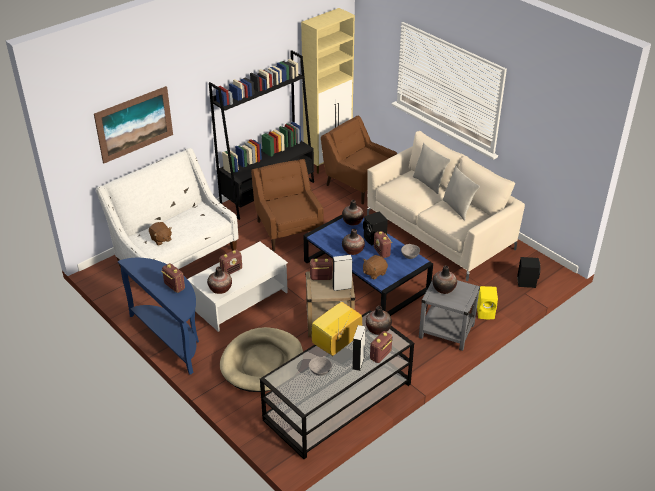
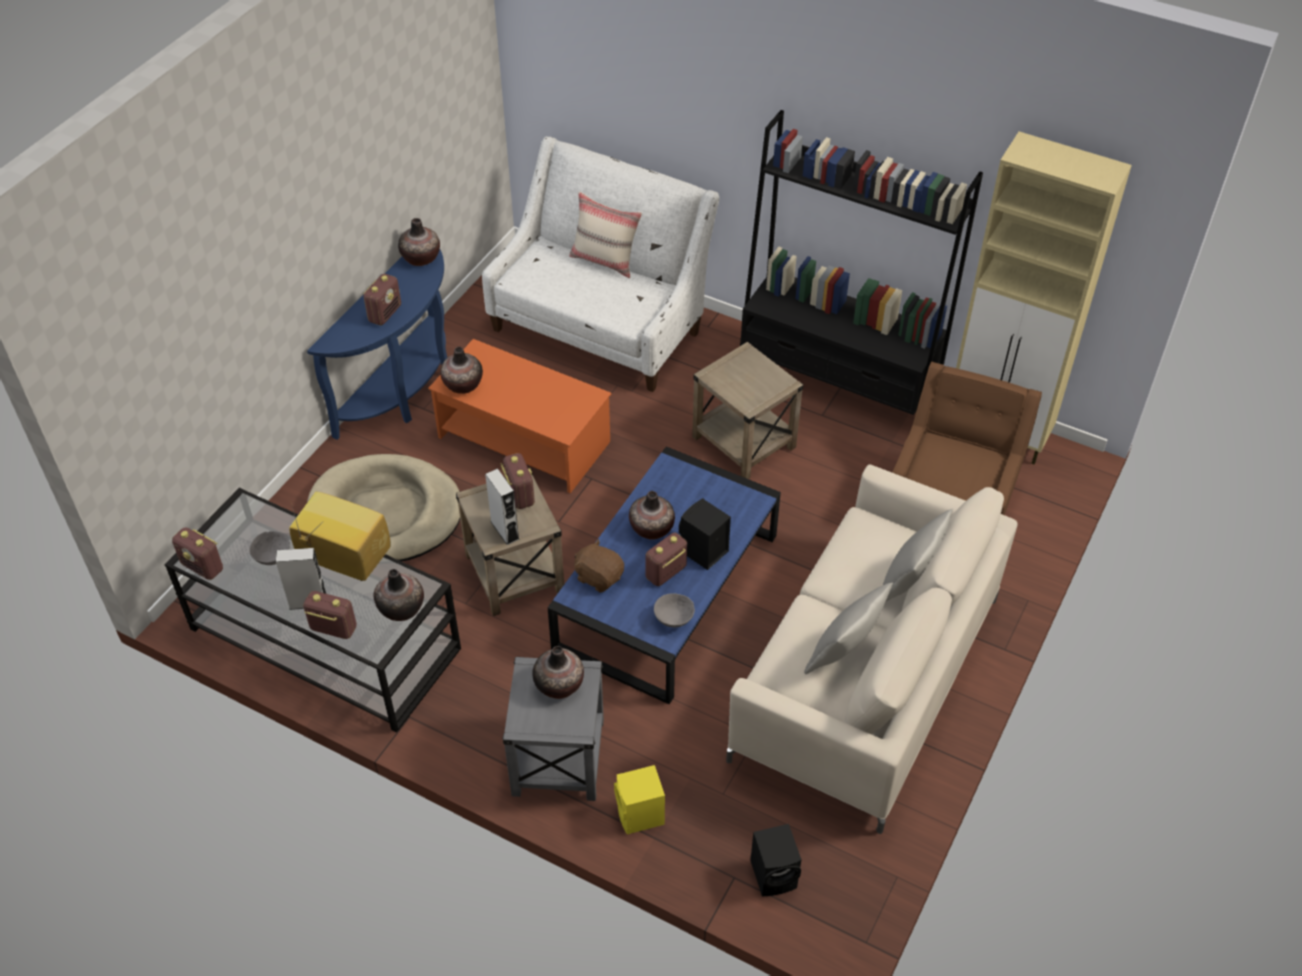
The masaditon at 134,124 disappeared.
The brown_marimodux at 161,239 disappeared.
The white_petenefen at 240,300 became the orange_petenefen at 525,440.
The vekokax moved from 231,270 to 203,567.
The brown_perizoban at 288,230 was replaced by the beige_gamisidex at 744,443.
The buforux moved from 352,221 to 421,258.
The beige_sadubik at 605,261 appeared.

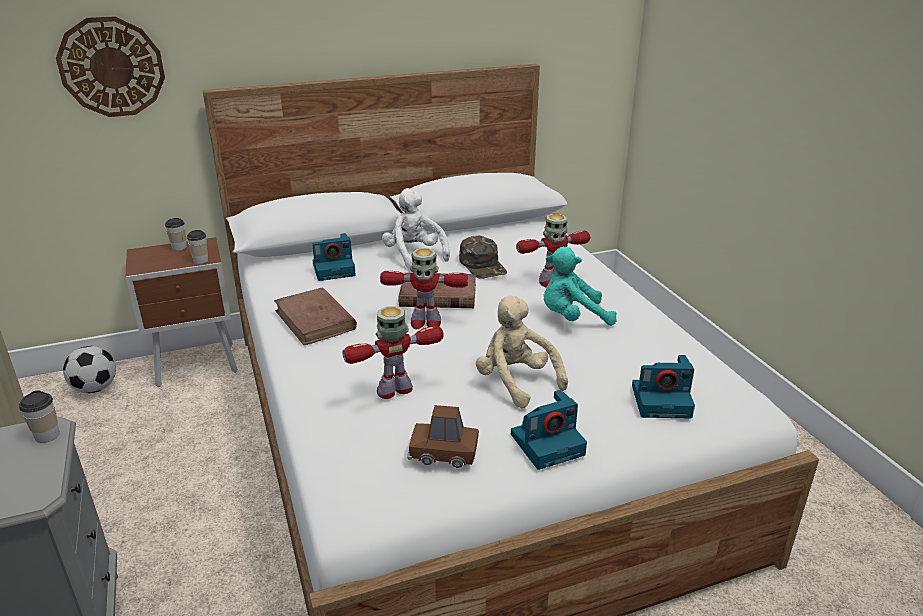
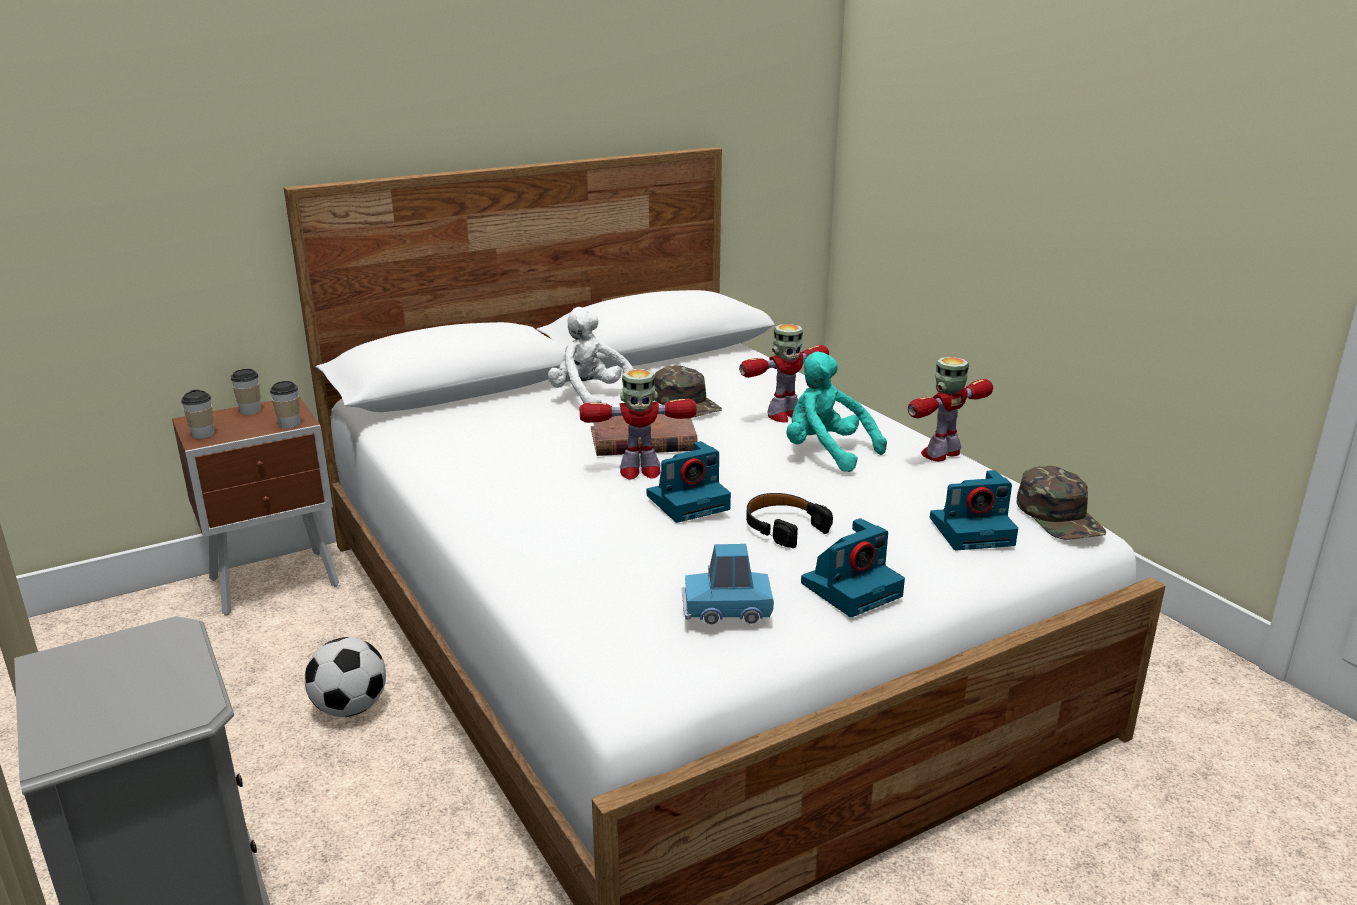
The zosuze moved from 47,436 to 203,435.
The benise at 112,67 disappeared.
The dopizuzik moved from 95,388 to 350,708.
The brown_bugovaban at 315,320 disappeared.
The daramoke moved from 335,269 to 689,501.
The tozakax moved from 395,390 to 942,454.
The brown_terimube at 443,452 became the blue_terimube at 726,609.
The beige_marimodux at 516,382 was replaced by the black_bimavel at 783,527.
The turquoise_marimodux at 572,318 turned 60 degrees clockwise.
The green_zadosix at 1060,516 appeared.

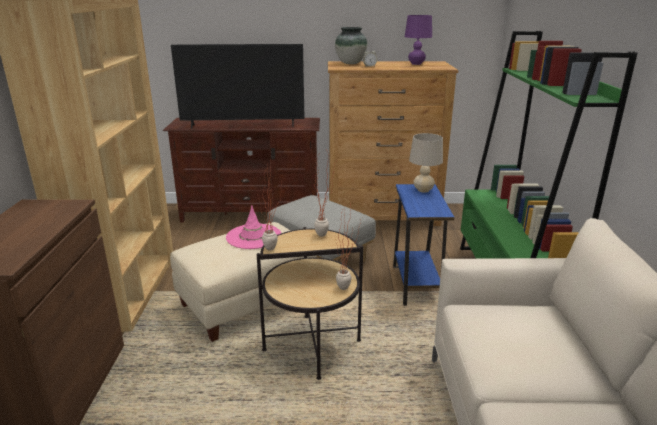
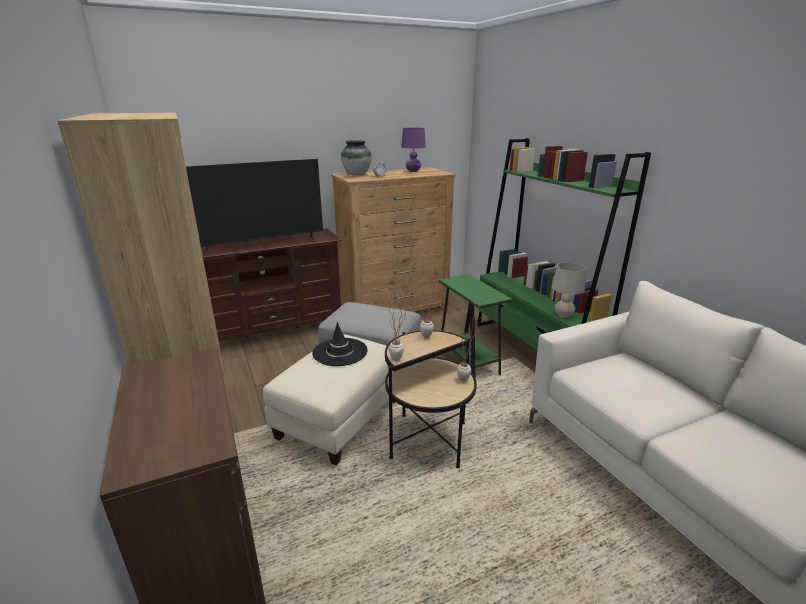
The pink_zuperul at 253,236 became the black_zuperul at 340,352.
The blue_gamisidex at 415,284 became the green_gamisidex at 468,363.
The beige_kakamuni moved from 423,190 to 563,315.

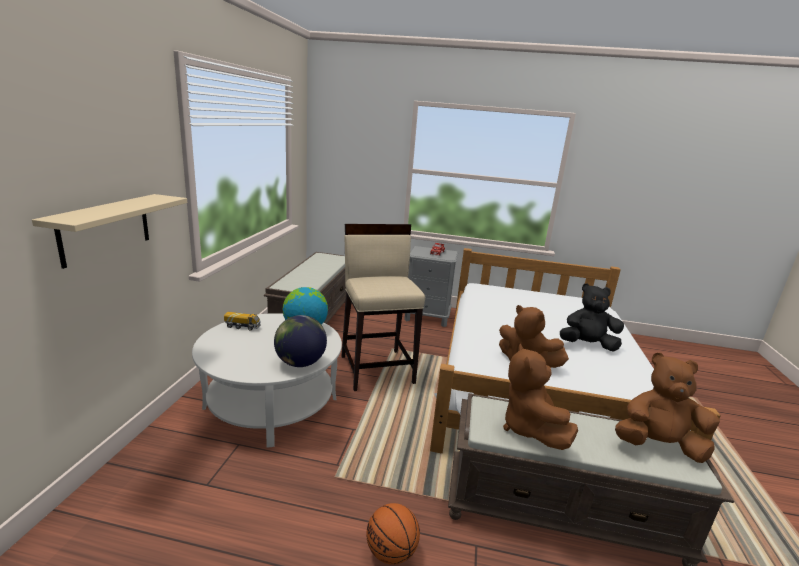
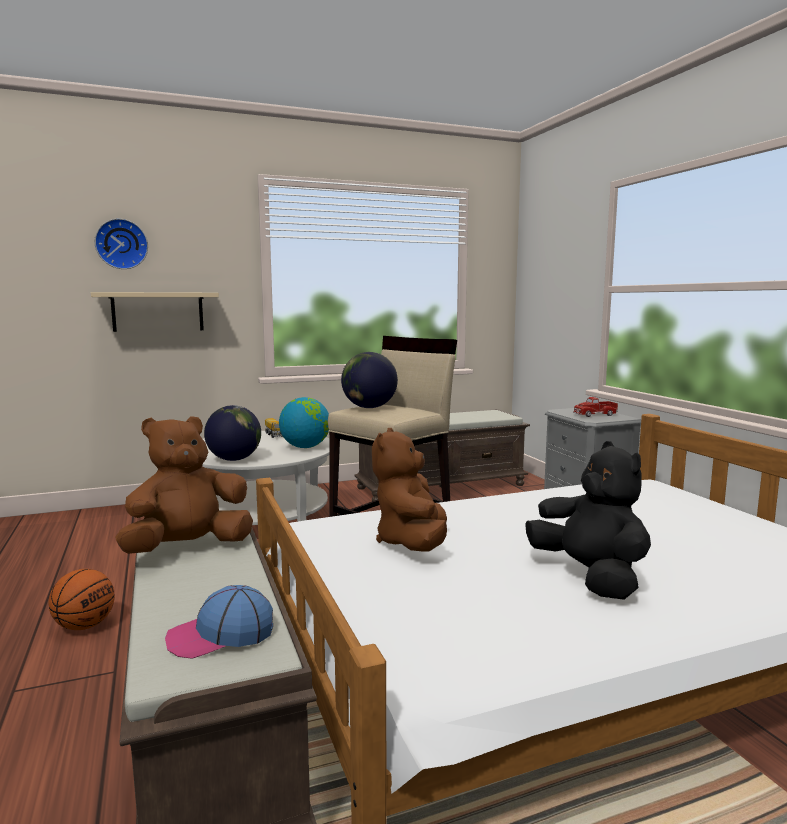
The brown_marimodux at 657,446 was replaced by the zadosix at 220,635.
The benise at 122,244 appeared.
The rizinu at 369,407 appeared.

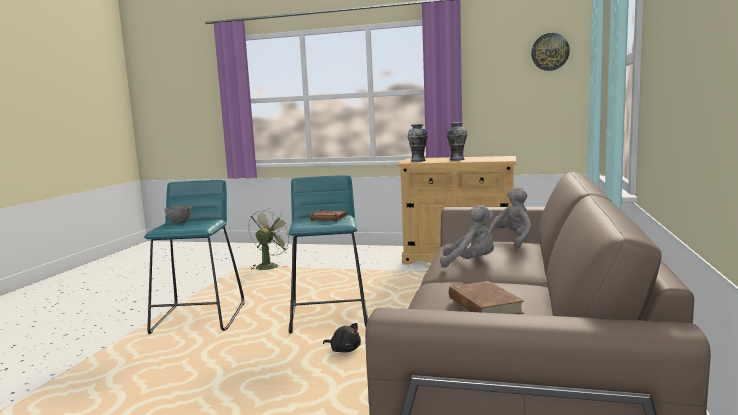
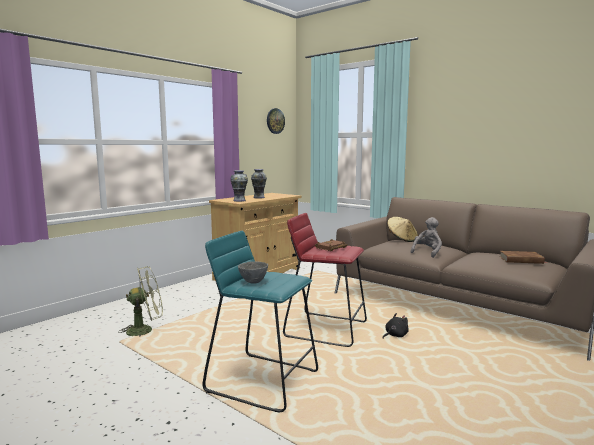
The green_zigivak at 269,266 turned 105 degrees clockwise.
The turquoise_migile at 329,316 became the red_migile at 326,329.
The grey_marimodux at 512,241 was replaced by the beige_zuperul at 402,239.

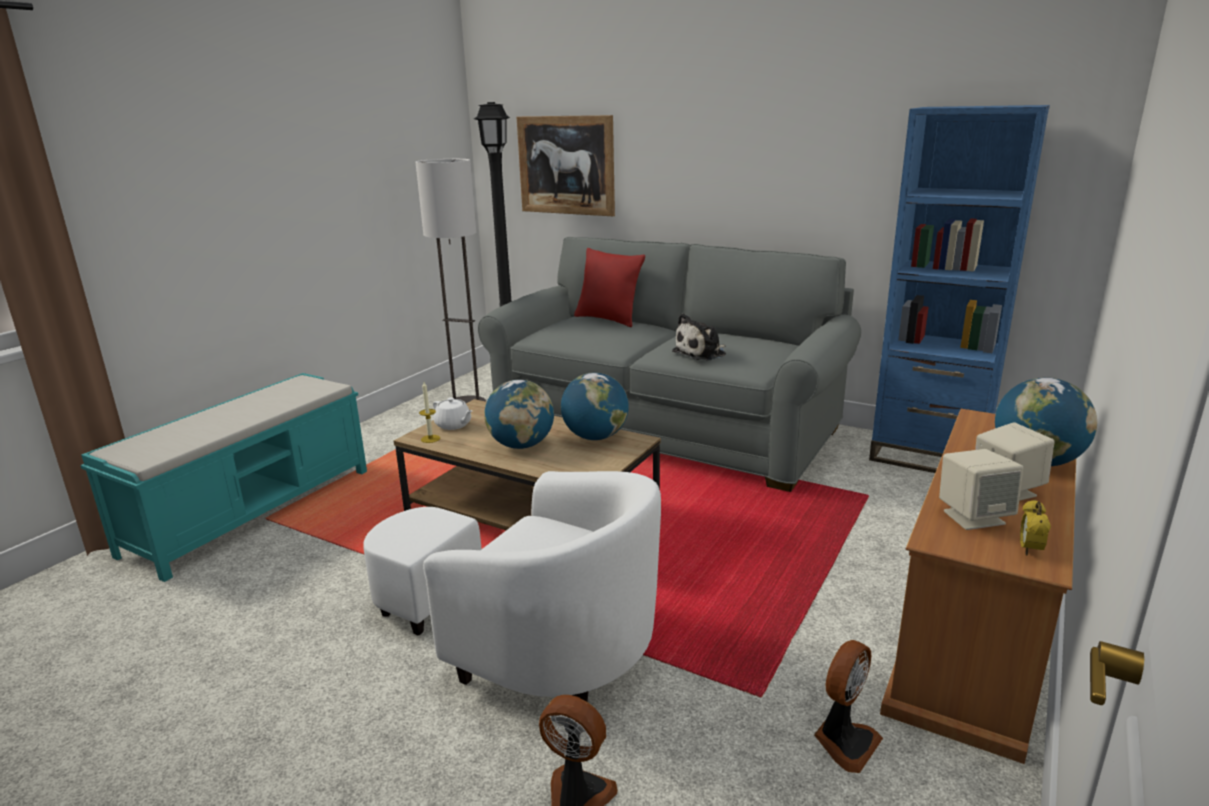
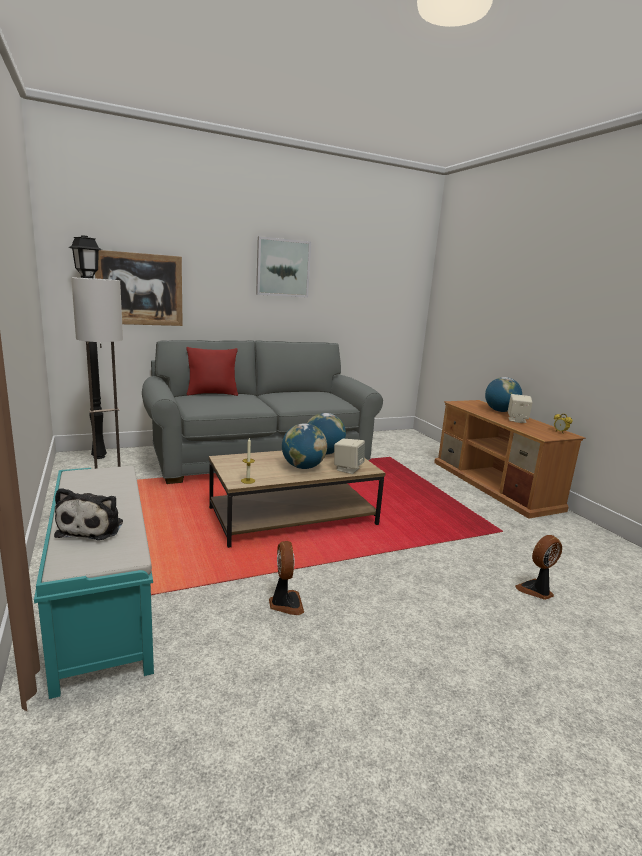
The white_perizoban at 526,642 disappeared.
The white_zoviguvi at 453,425 disappeared.
The marimodux moved from 702,353 to 93,527.
The zigivak moved from 844,741 to 285,603.
The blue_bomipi at 929,457 disappeared.
The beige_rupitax moved from 973,517 to 347,469.
The masaditon at 283,268 appeared.

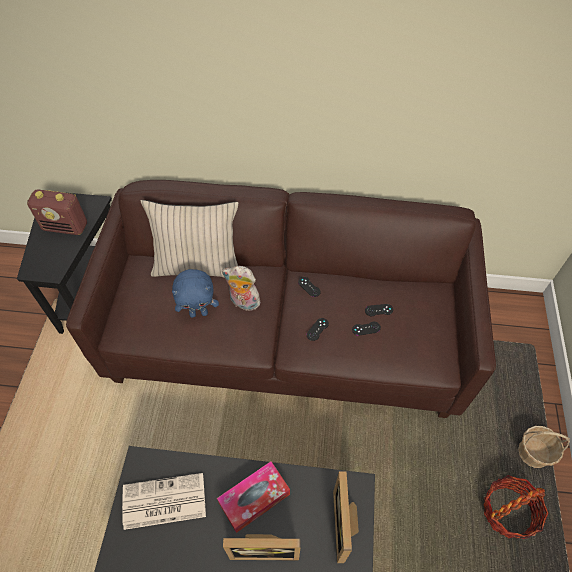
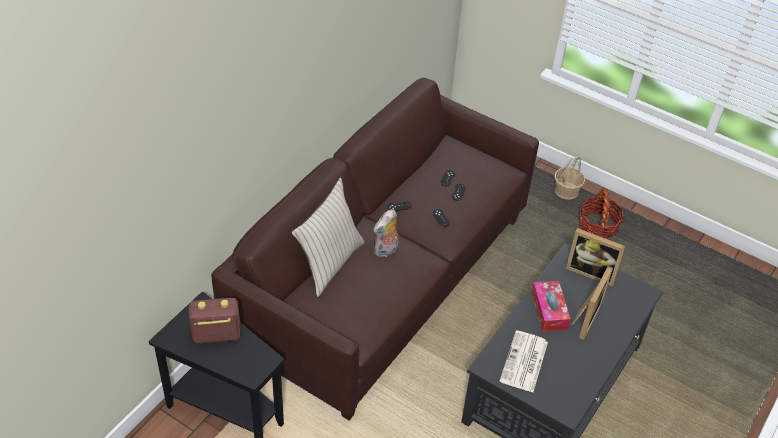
The vekokax at 66,227 turned 135 degrees counterclockwise.
The blue_marimodux at 199,313 disappeared.

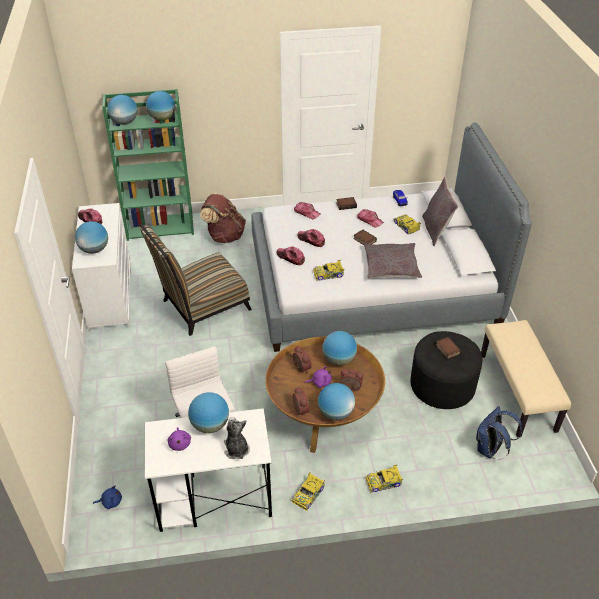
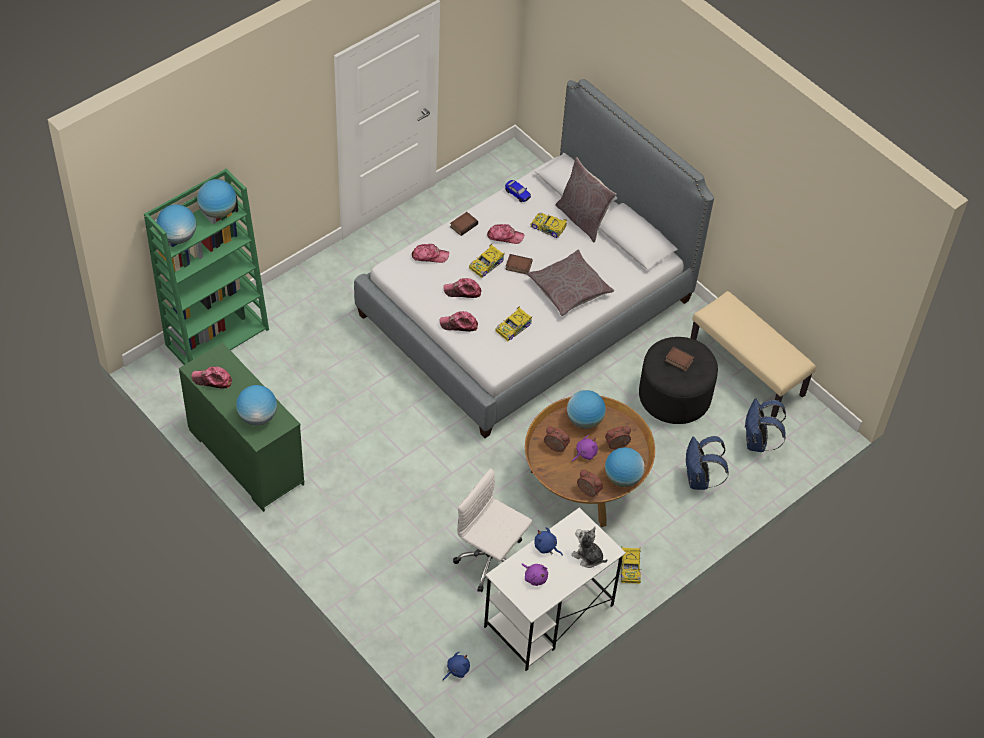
The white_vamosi at 110,296 became the green_vamosi at 245,457.
The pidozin at 201,307 disappeared.
The rizinu at 210,425 was replaced by the blue_marimodux at 546,547.
The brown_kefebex at 224,236 disappeared.
The terimube moved from 384,482 to 487,264.
The blue_kefebex at 699,480 appeared.

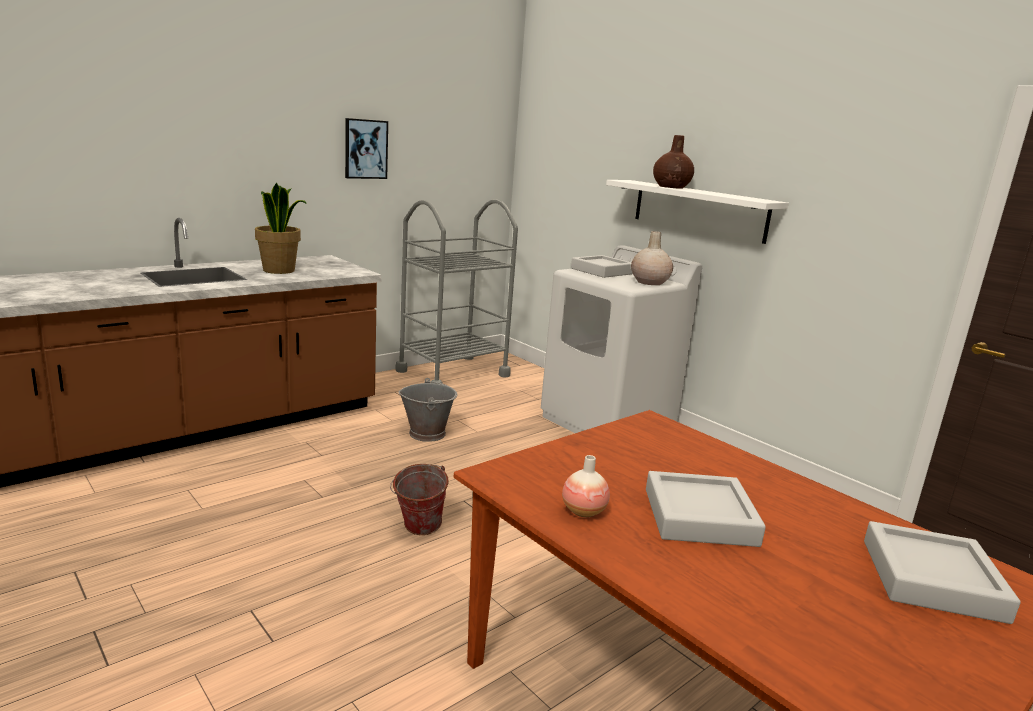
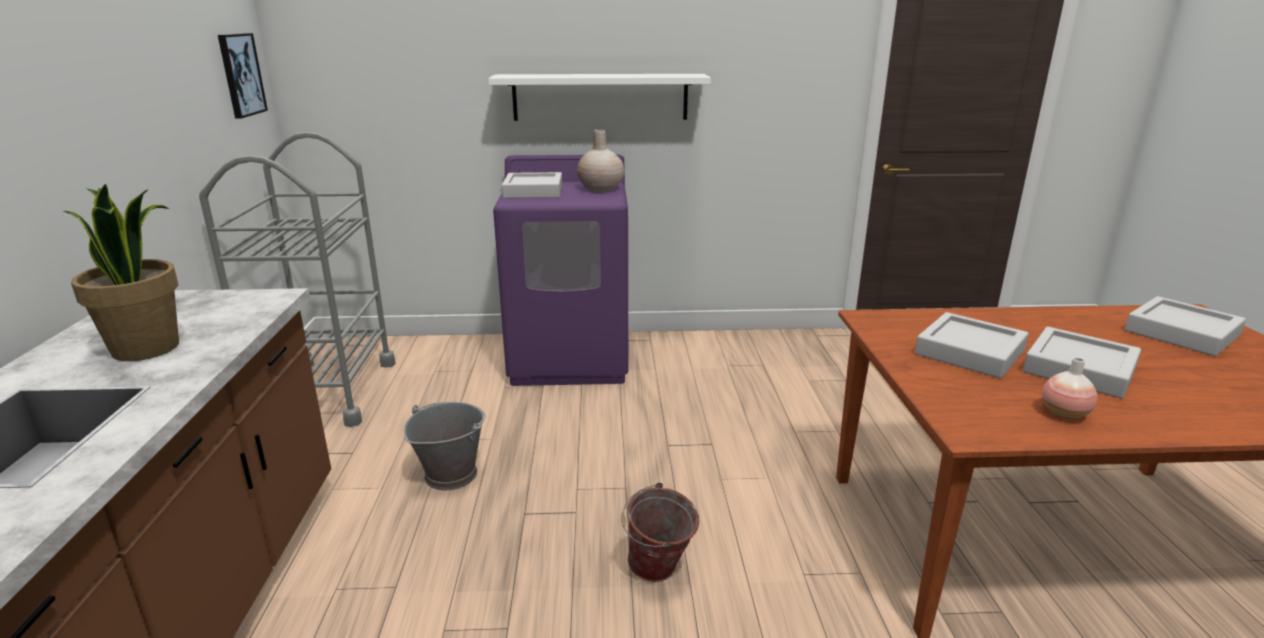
The masaditon moved from 365,149 to 241,75.
The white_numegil at 608,422 became the purple_numegil at 570,358.
The brown_buforux at 671,187 disappeared.
The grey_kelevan at 969,352 appeared.

